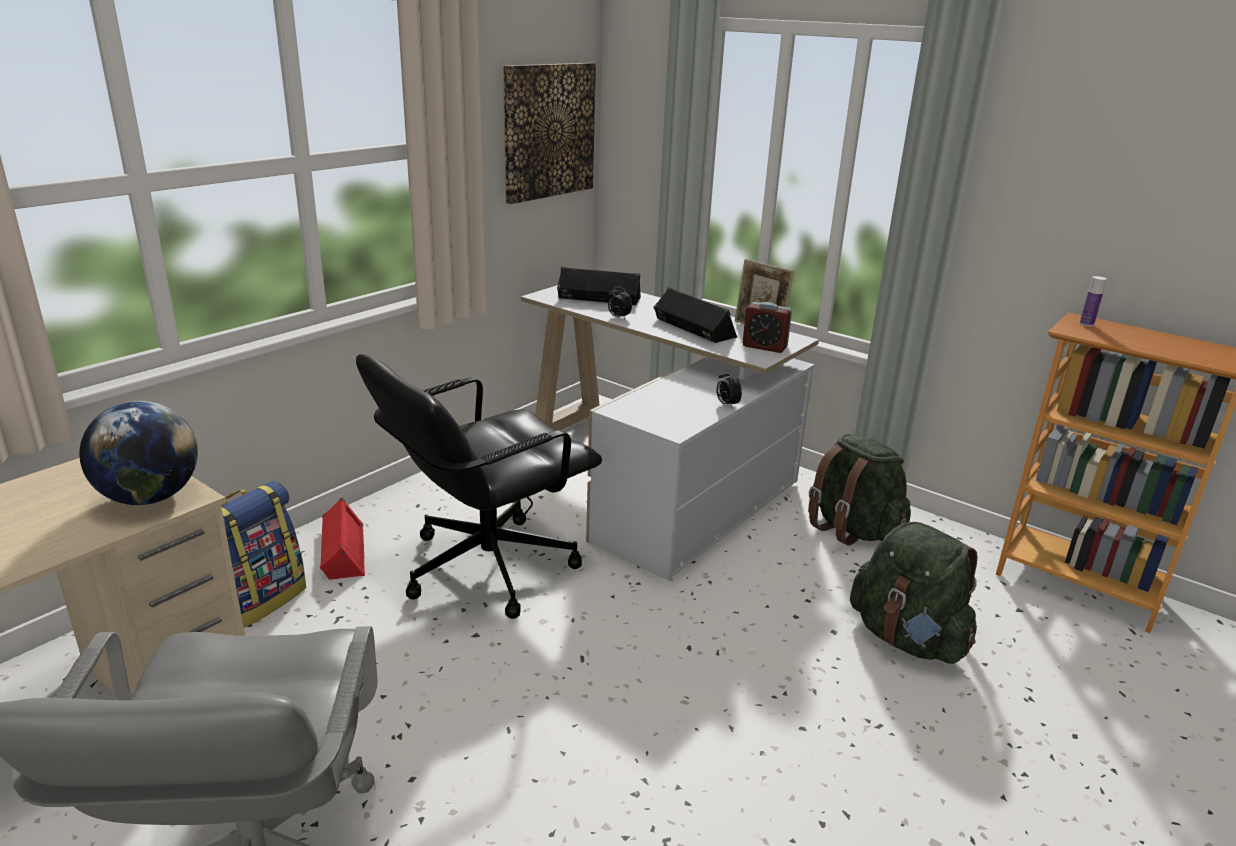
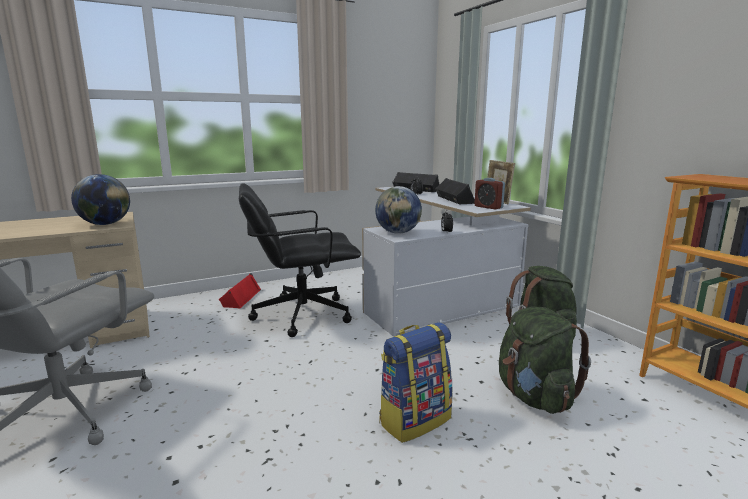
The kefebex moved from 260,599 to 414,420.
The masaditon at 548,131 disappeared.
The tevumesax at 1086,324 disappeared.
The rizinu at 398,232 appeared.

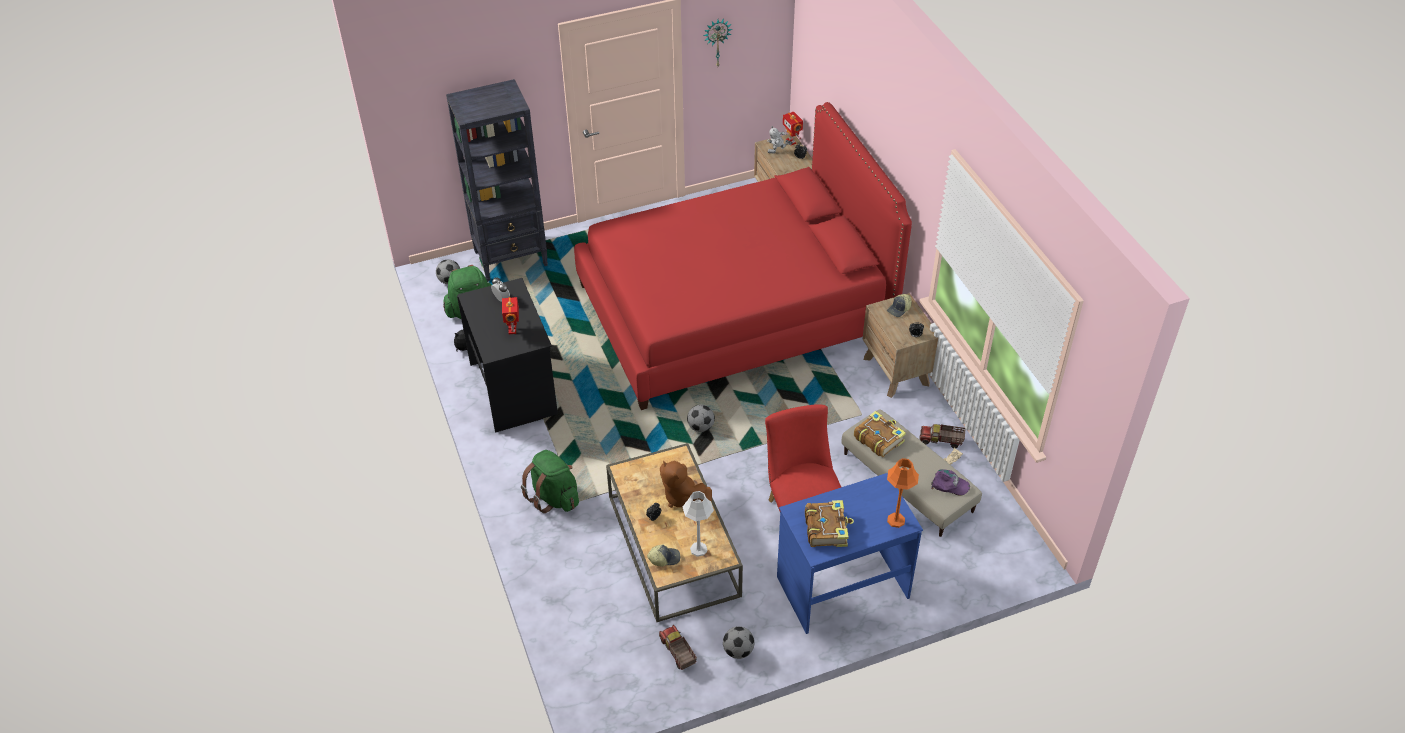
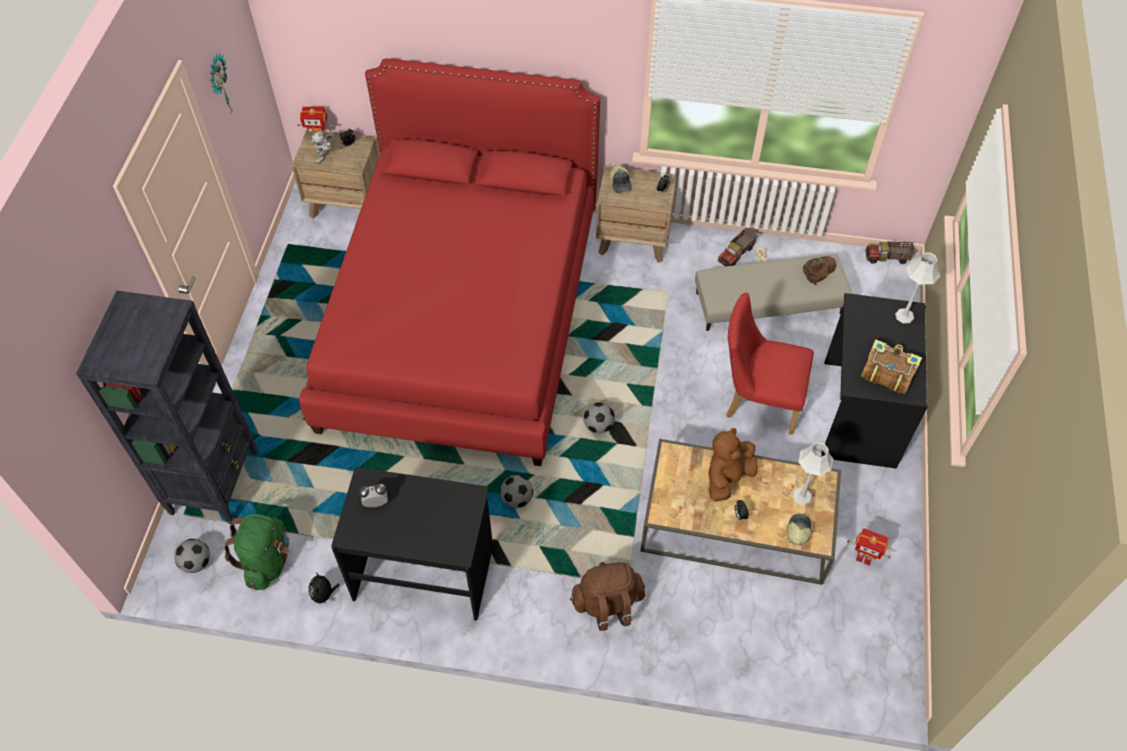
The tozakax moved from 513,329 to 864,558.
The green_kefebex at 554,497 became the brown_kefebex at 607,603.
The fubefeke moved from 677,652 to 887,258.
The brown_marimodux at 682,497 turned 150 degrees clockwise.
The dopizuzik moved from 738,651 to 517,499.
The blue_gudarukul at 842,586 became the black_gudarukul at 857,413.
The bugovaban at 878,438 disappeared.
The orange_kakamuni at 896,520 became the grey_kakamuni at 904,316.
The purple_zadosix at 949,485 became the brown_zadosix at 819,270.

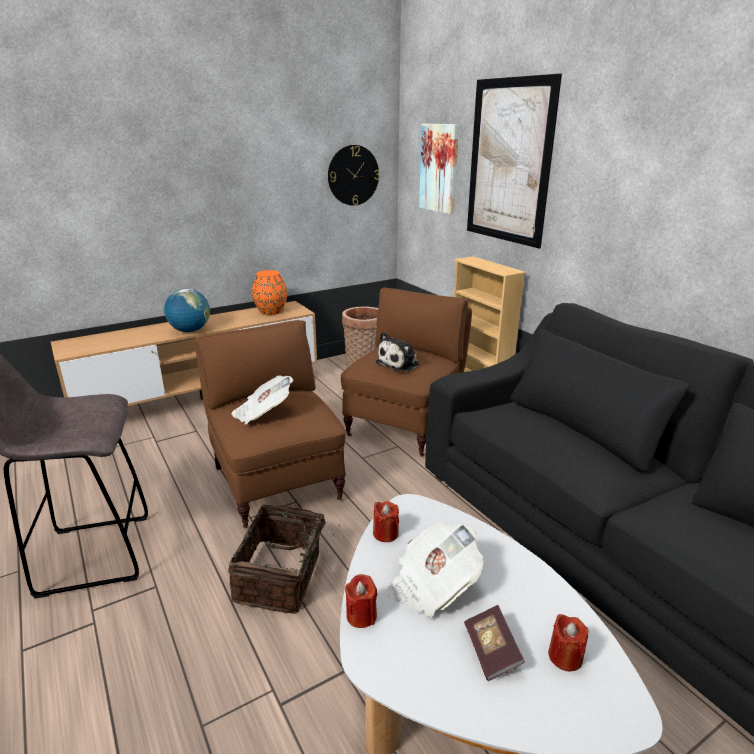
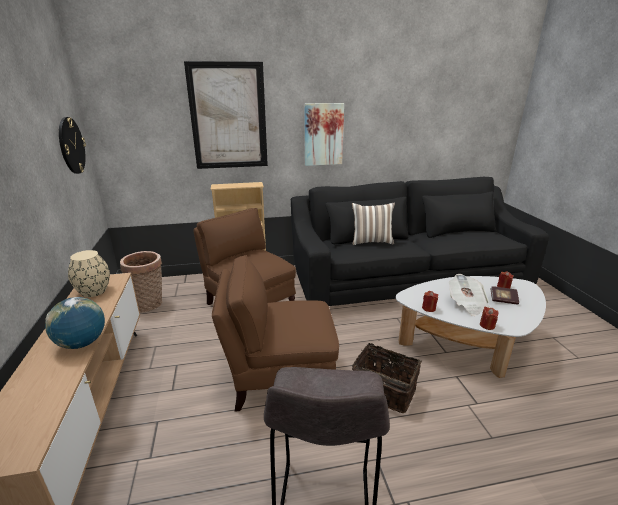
The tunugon at 263,414 disappeared.
The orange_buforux at 270,311 became the beige_buforux at 93,291.
The marimodux at 400,363 disappeared.
The masaditon moved from 439,168 to 323,134.
The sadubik at 371,241 appeared.

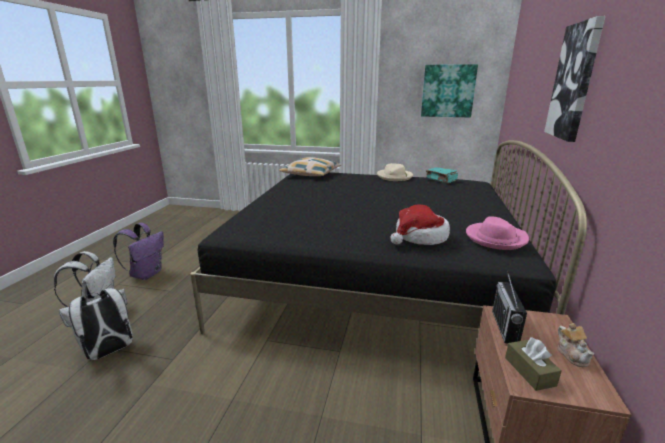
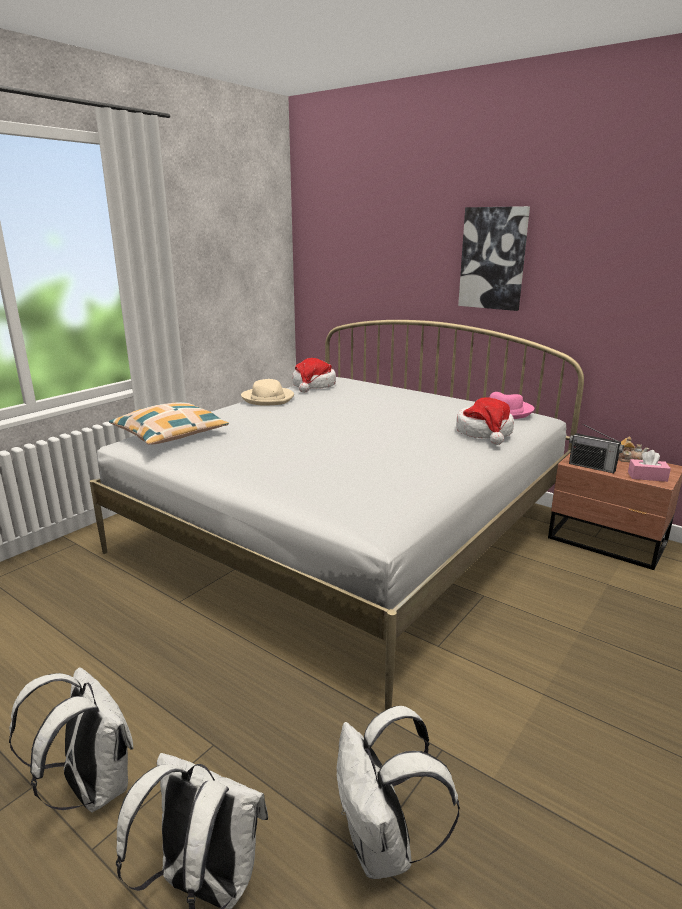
The purple_kefebex at 146,274 became the white_kefebex at 91,787.
The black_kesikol at 373,277 became the white_kesikol at 347,532.
The masaditon at 448,91 disappeared.
The turquoise_bugovaban at 441,180 was replaced by the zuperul at 313,385.
The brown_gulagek at 529,371 became the pink_gulagek at 647,477.

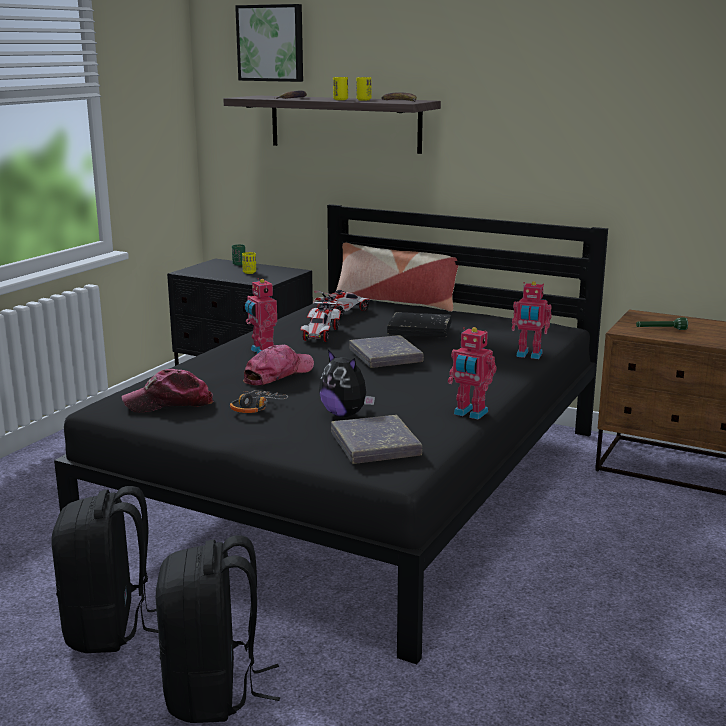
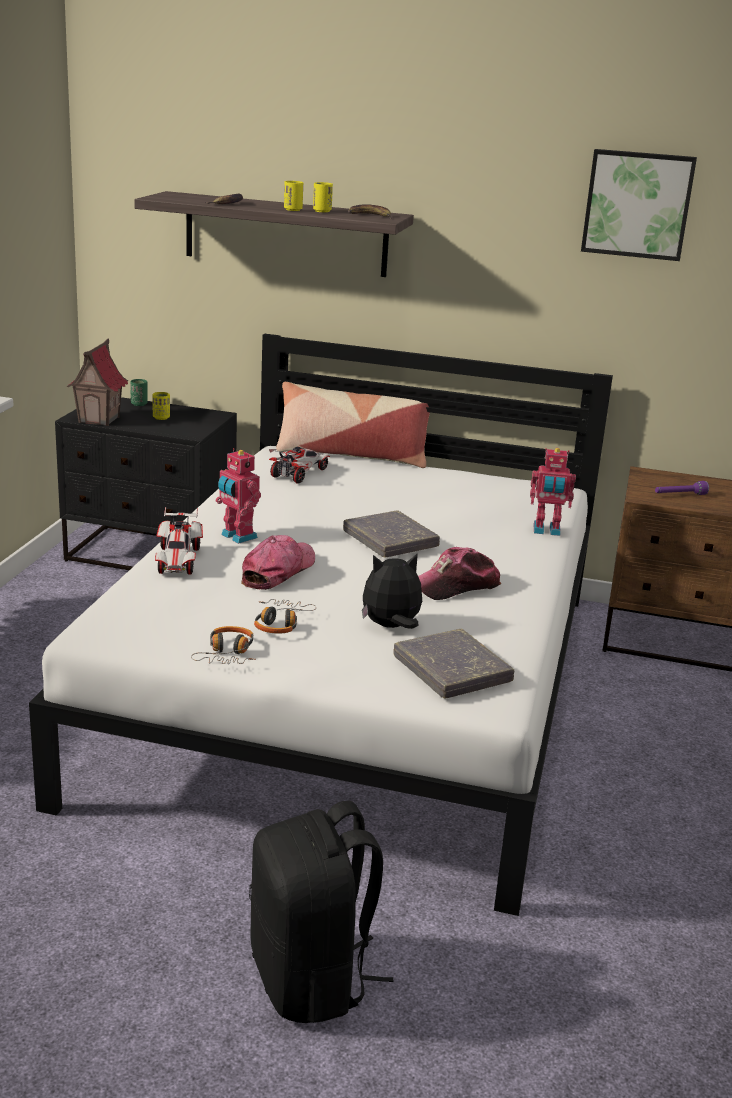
The black_kefebex at 111,628 disappeared.
The black_kesikol at 363,485 became the white_kesikol at 357,689.
The zadosix moved from 169,403 to 455,586.
The masaditon moved from 271,43 to 637,204.
The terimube moved from 320,334 to 178,560.
The marimodux at 345,414 turned 135 degrees clockwise.
The black_bugovaban at 419,330 disappeared.
The tozakax at 470,414 disappeared.
The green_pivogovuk at 660,330 became the purple_pivogovuk at 679,495.
The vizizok at 99,419 appeared.
The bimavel at 228,654 appeared.

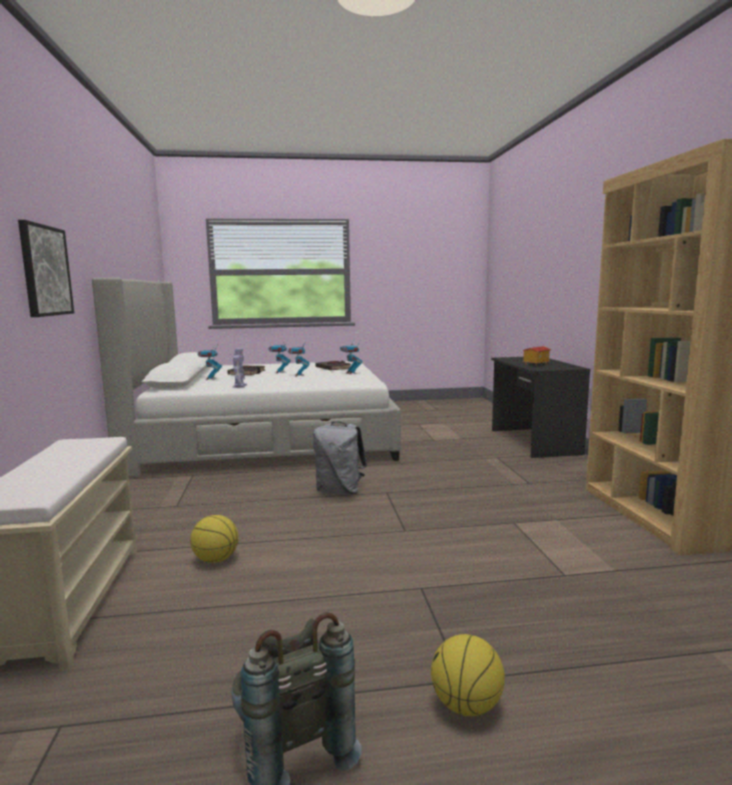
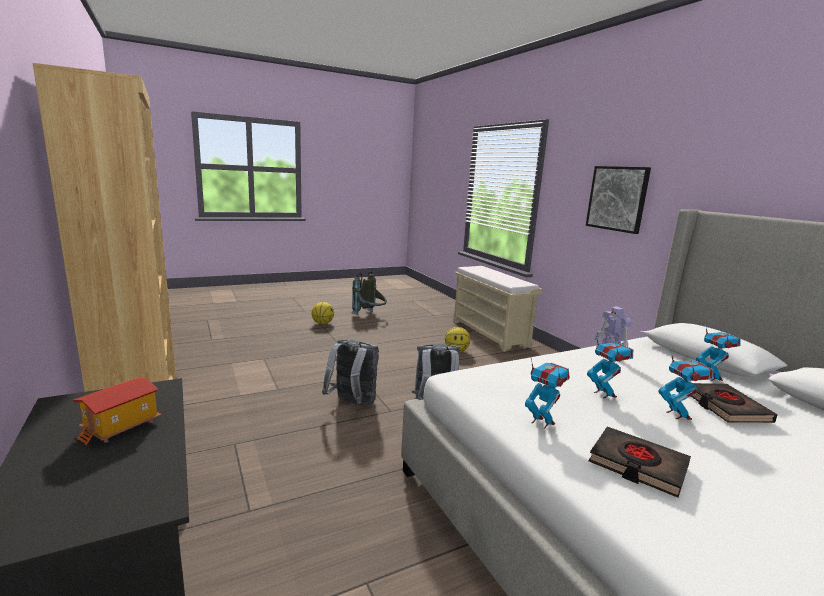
The grey_kefebex at 352,404 appeared.

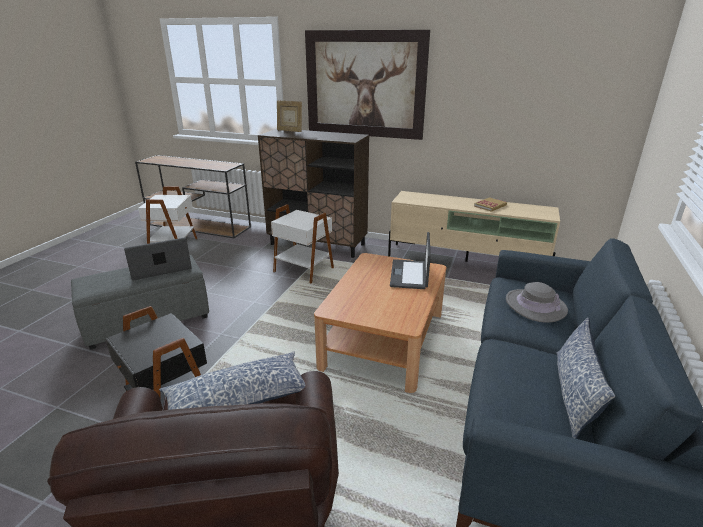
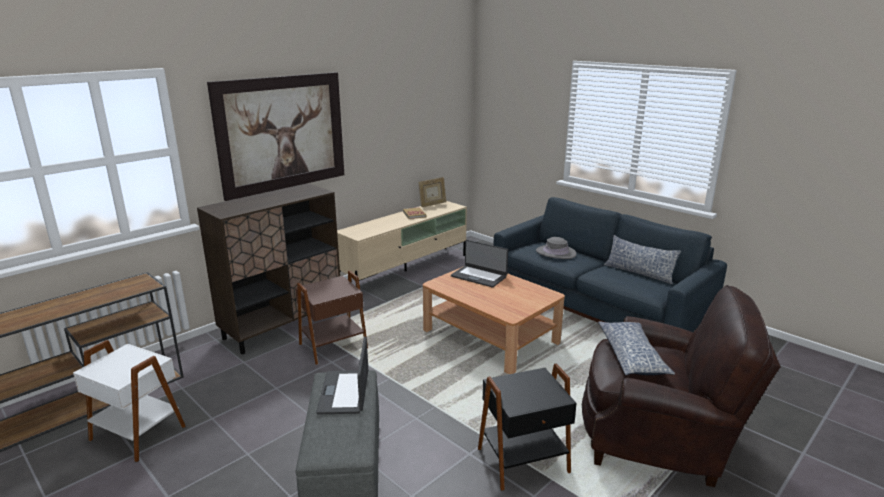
The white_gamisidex at 304,269 became the brown_gamisidex at 332,345.
The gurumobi moved from 289,131 to 432,204.

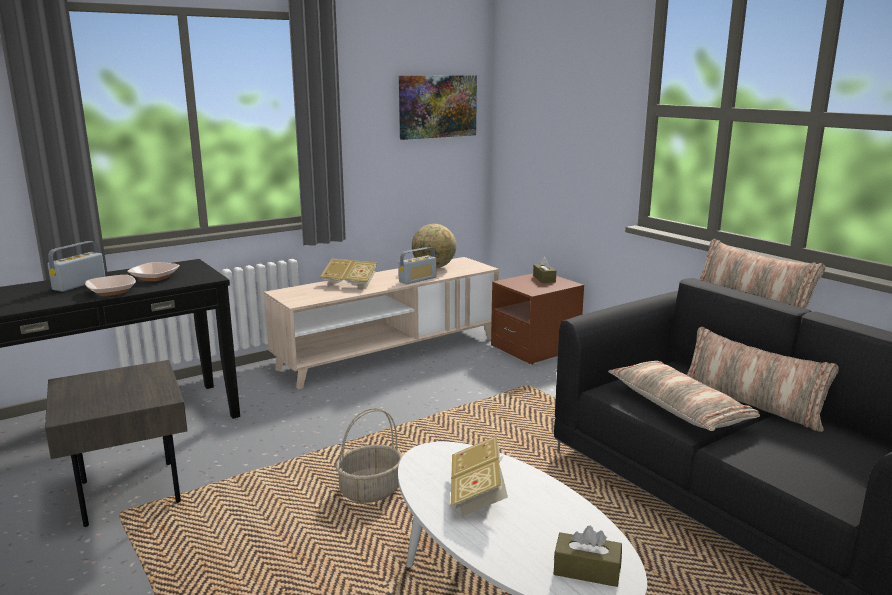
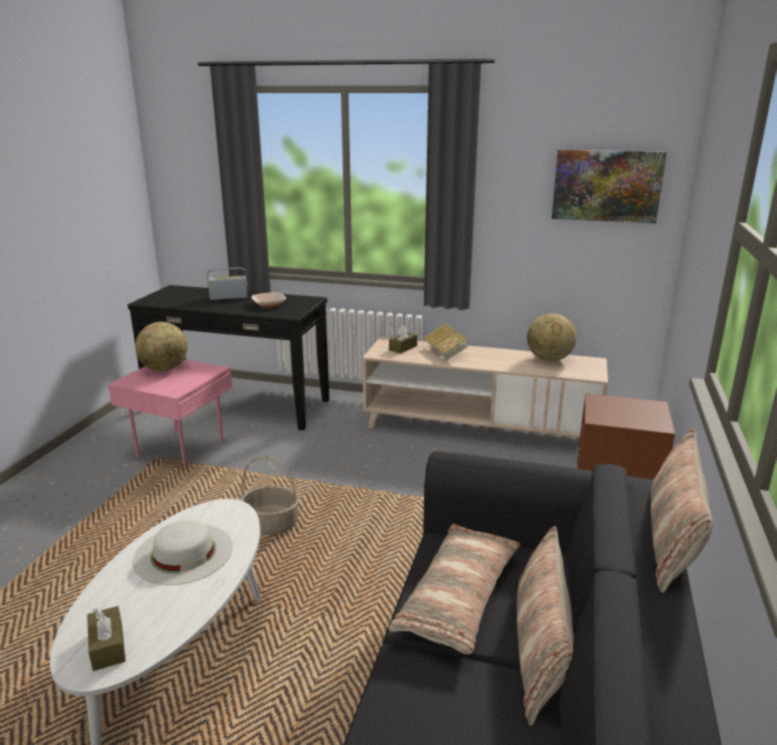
The grey_gamisidex at 127,491 became the pink_gamisidex at 180,447.
The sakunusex at 112,292 disappeared.
The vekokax at 417,280 disappeared.
The bugovaban at 478,493 was replaced by the white_zuperul at 183,553.
The brown_gulagek moved from 544,279 to 403,348.
The rizinu at 165,369 appeared.

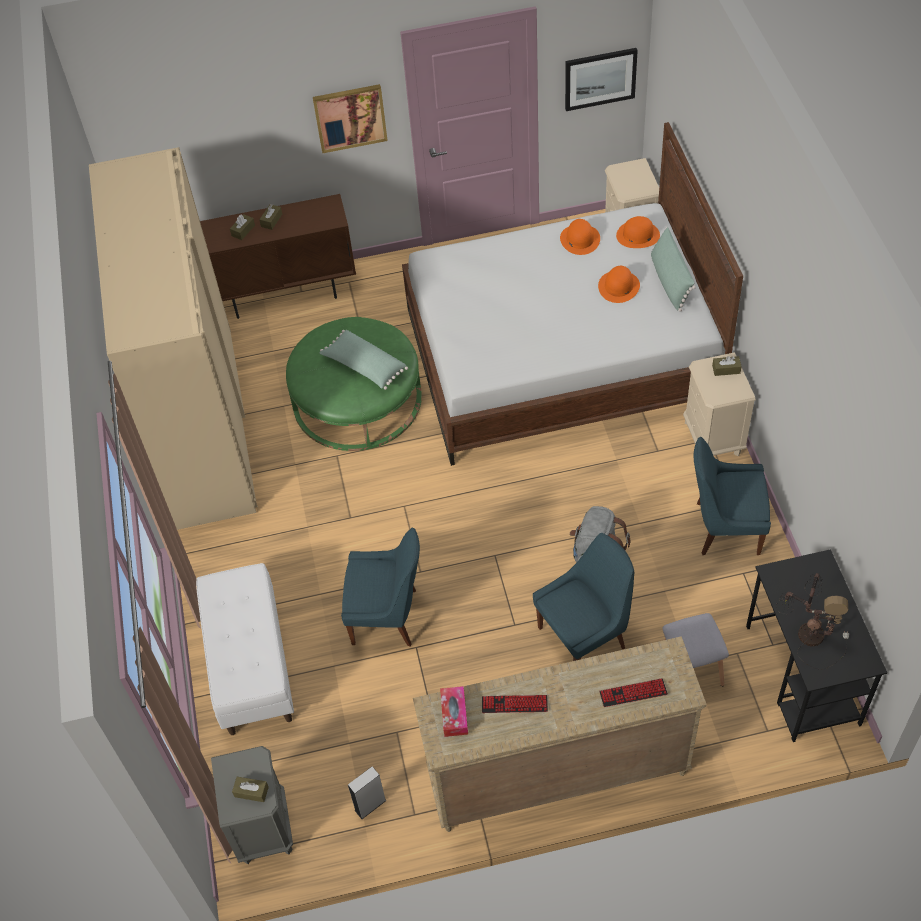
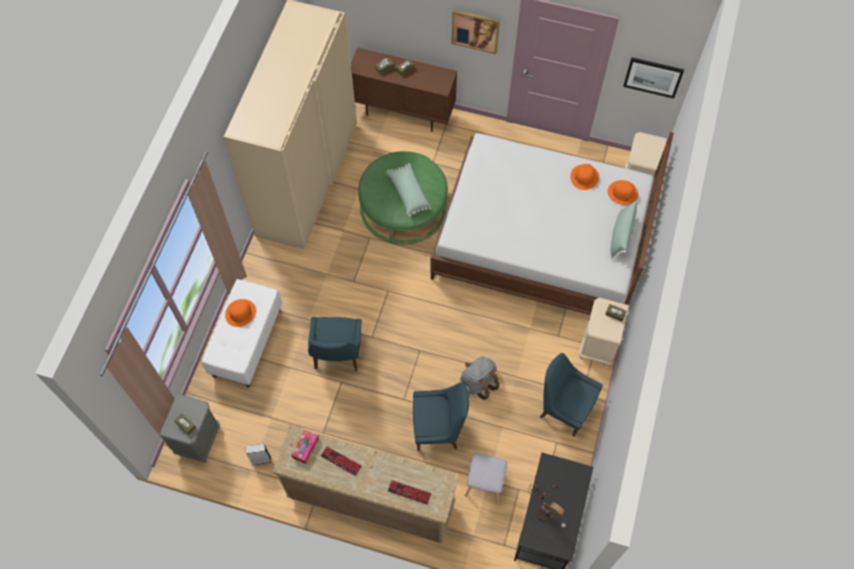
The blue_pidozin at 388,617 turned 60 degrees clockwise.
The orange_zuperul moved from 619,286 to 240,313.

